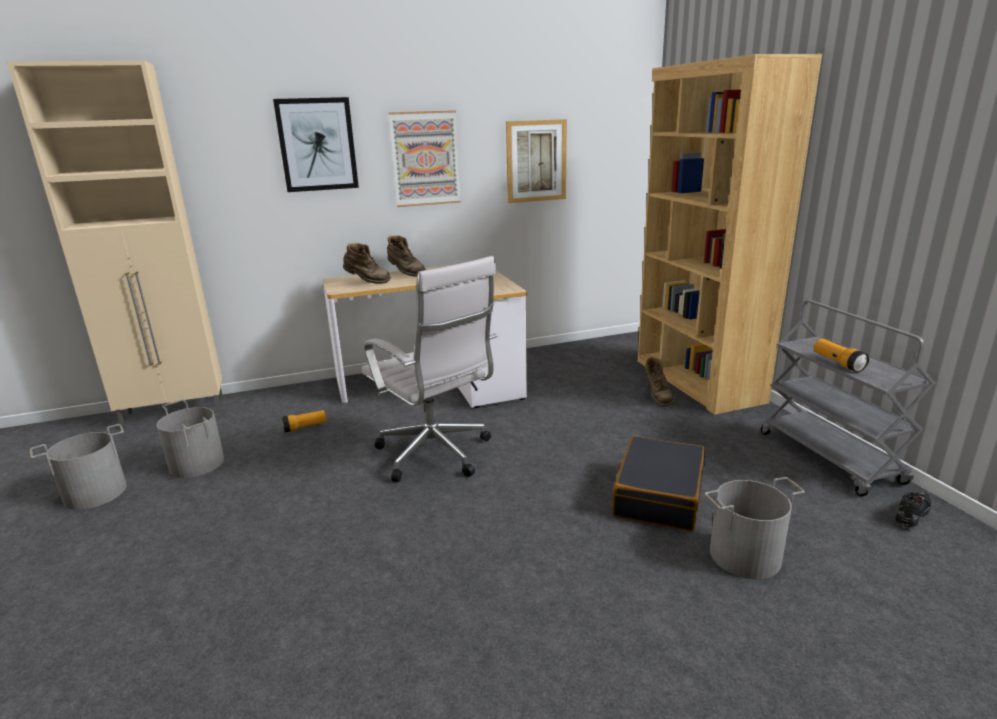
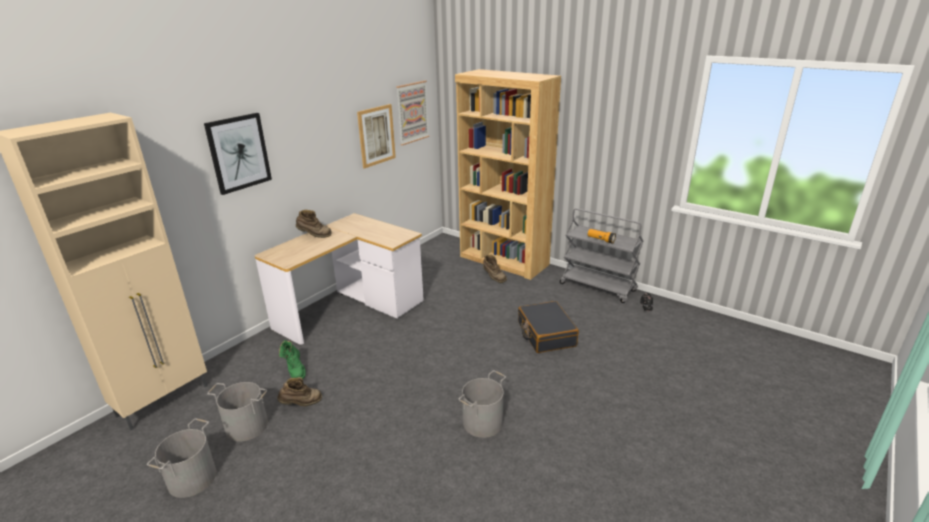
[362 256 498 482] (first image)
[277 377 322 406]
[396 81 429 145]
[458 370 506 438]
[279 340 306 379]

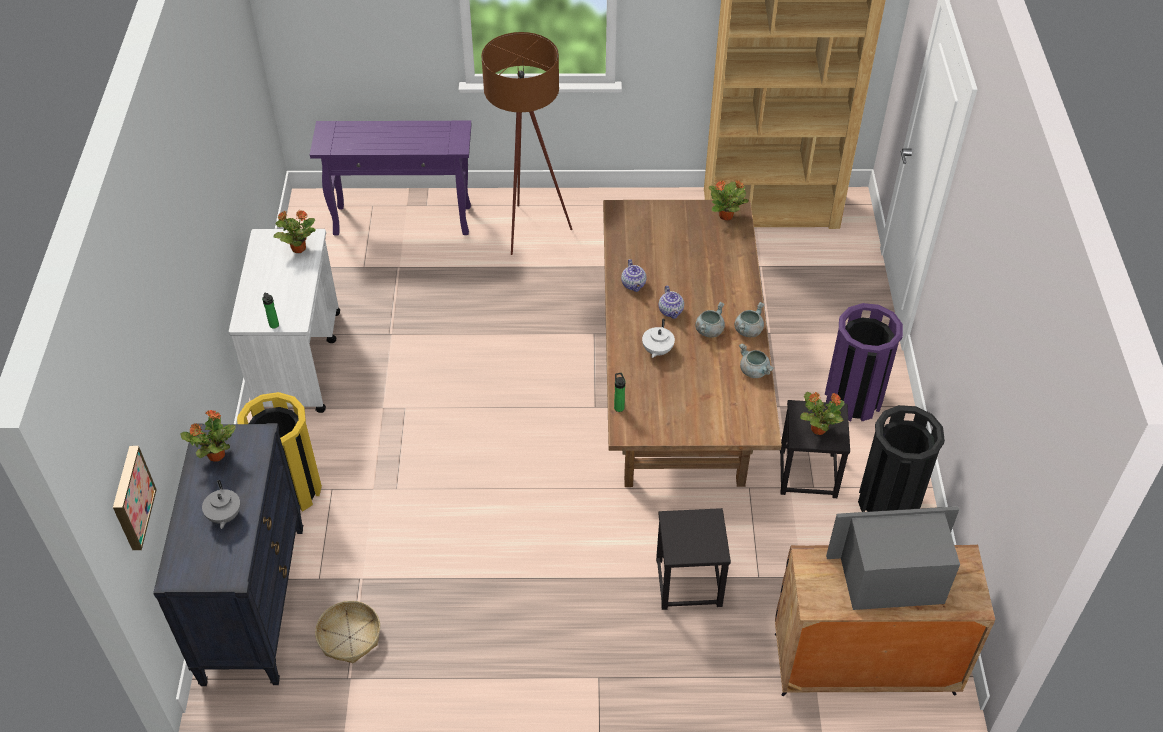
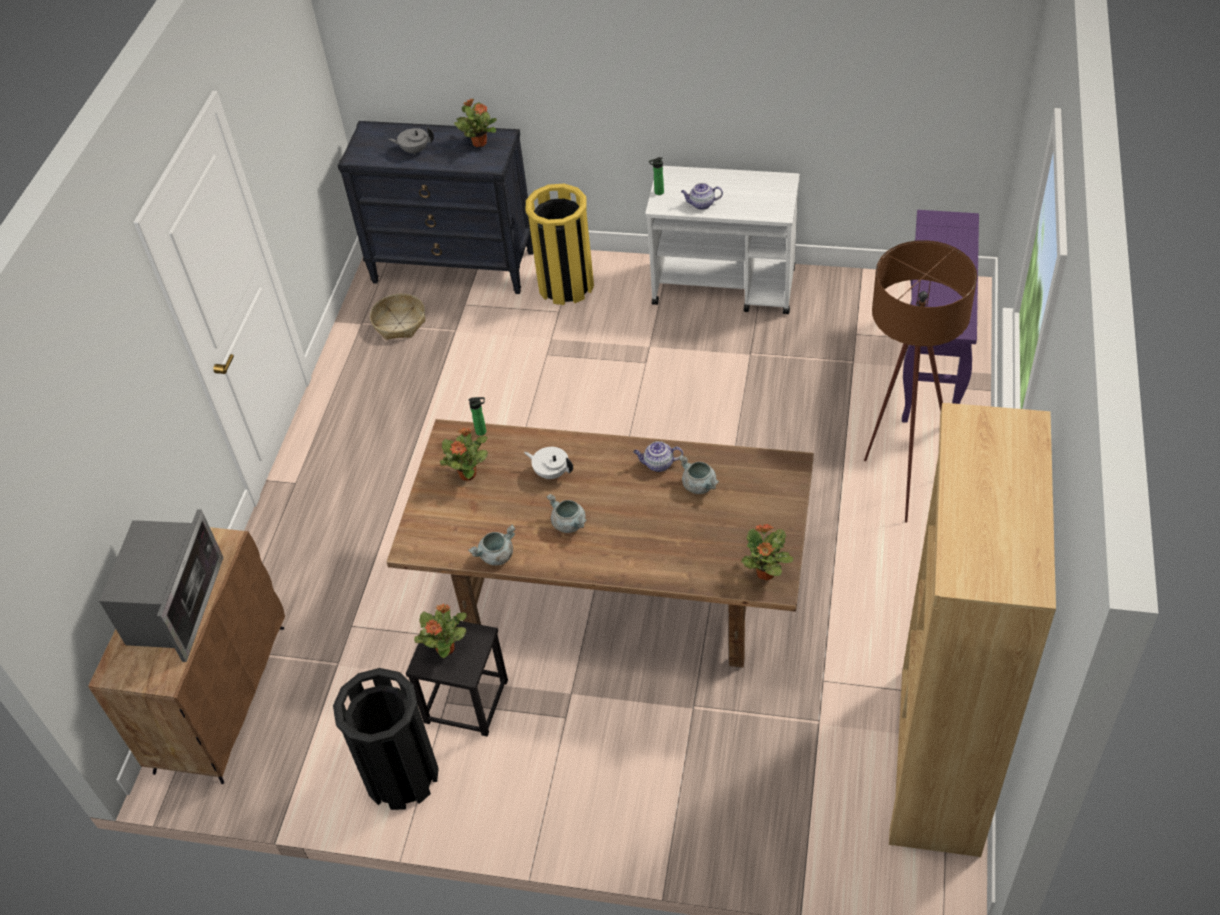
[113 446 157 550] (first image)
[656 508 731 610] (first image)
[825 303 903 421] (first image)
[440 428 488 481]
[681 183 723 210]
[679 455 719 494]

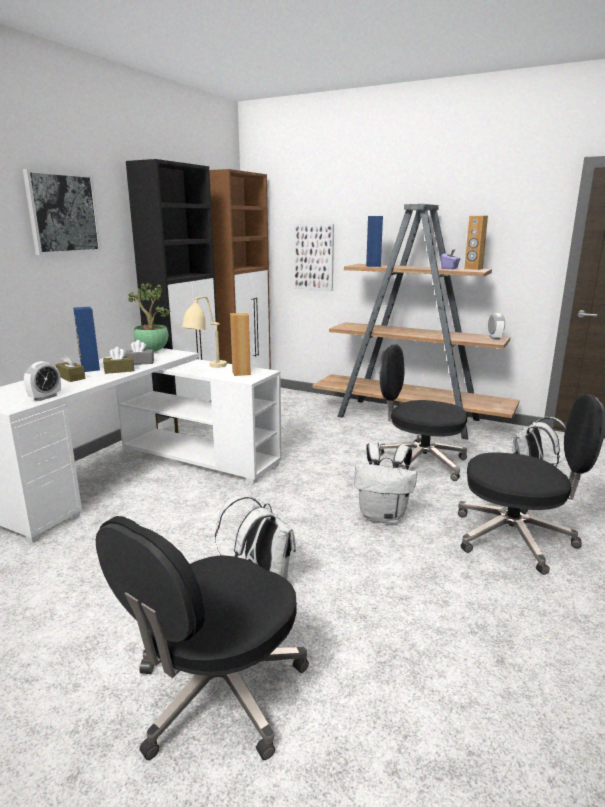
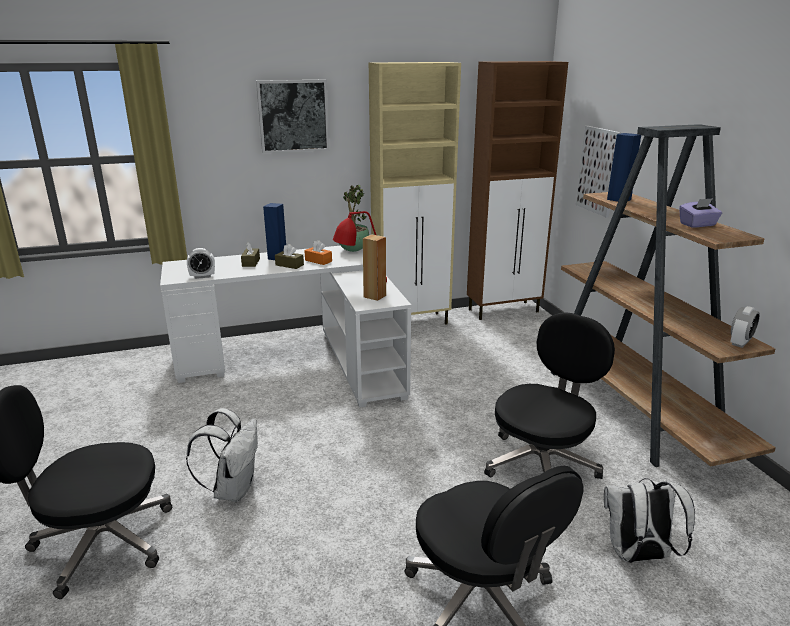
[354 442 417 524] (first image)
[464 216 488 270] (first image)
[304 240 332 265]
[369 62 461 324]
[333 211 387 282]
[484 312 615 479]

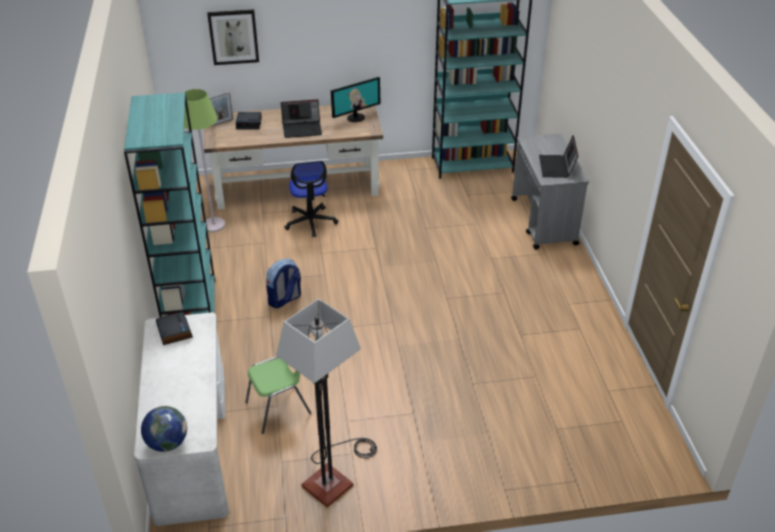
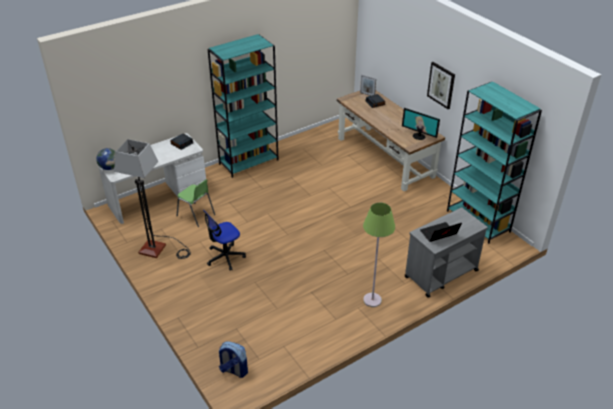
[281 99 322 138] (first image)
[363 202 395 307]
[427 62 455 109]
[219 341 248 378]
[203 210 246 270]

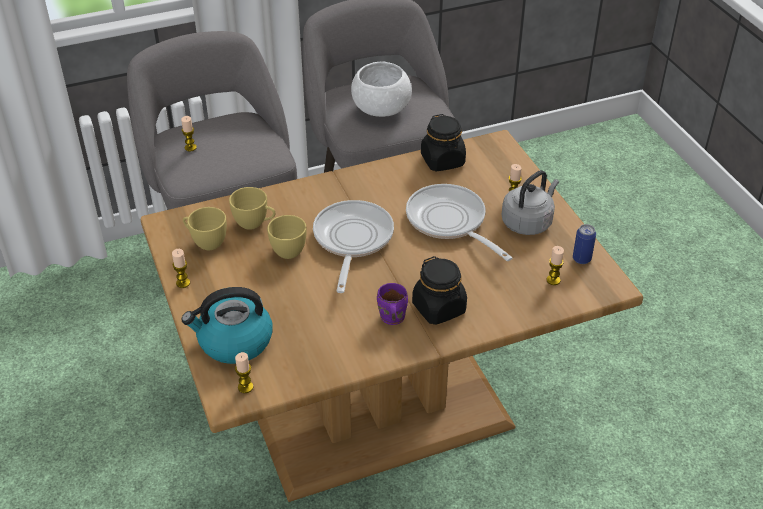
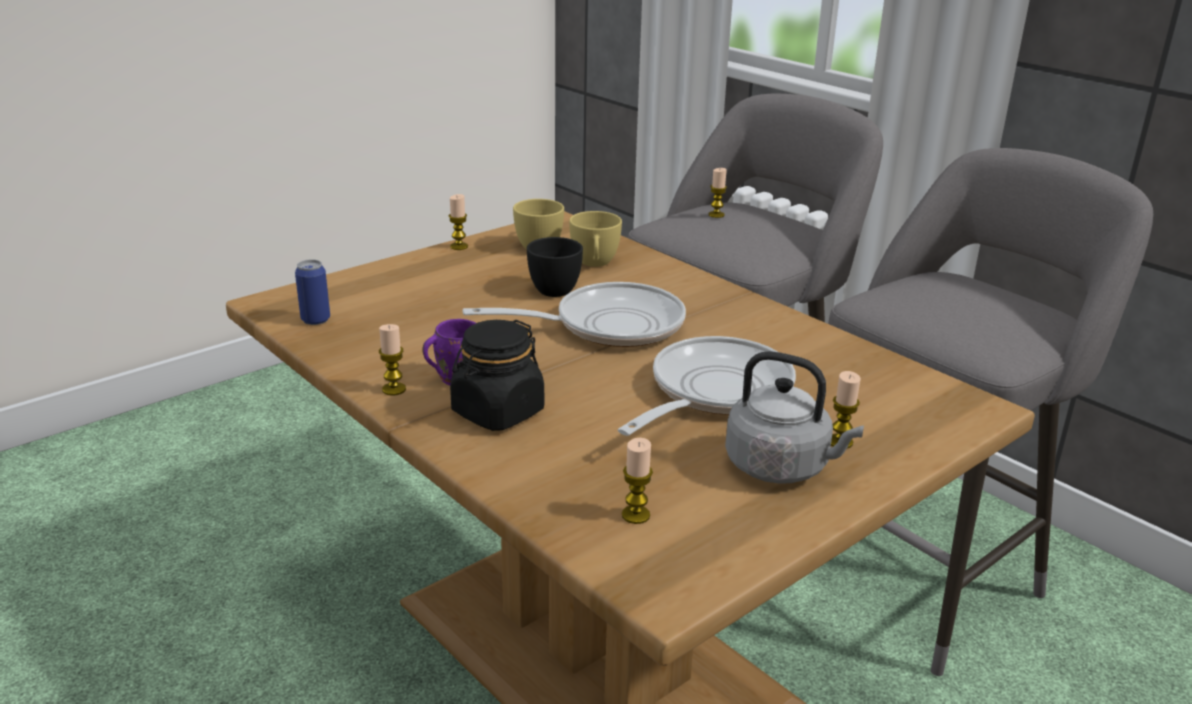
[181 287 272 364] (first image)
[351 61 412 117] (first image)
[421 114 466 171] (first image)
[379 324 406 396]
[295 259 330 325]
[527 237 583 297]

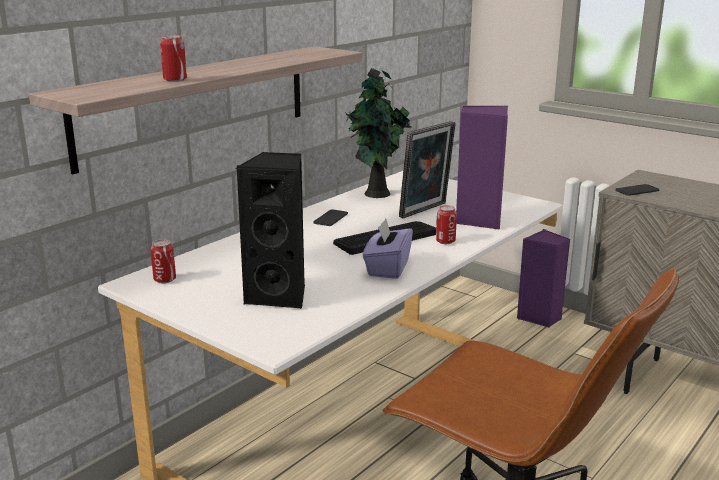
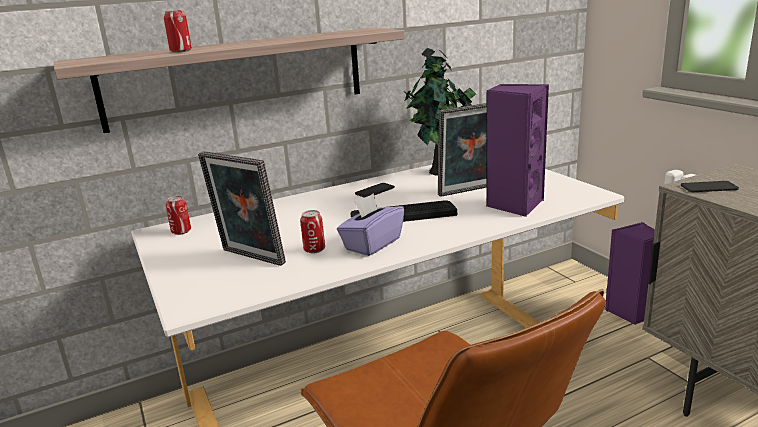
[300 210 325 253]
[198 151 286 266]

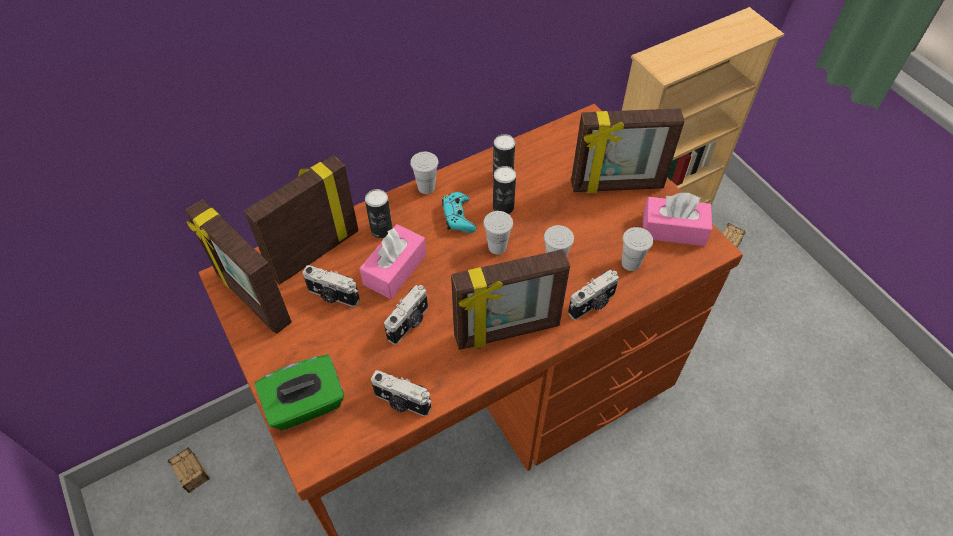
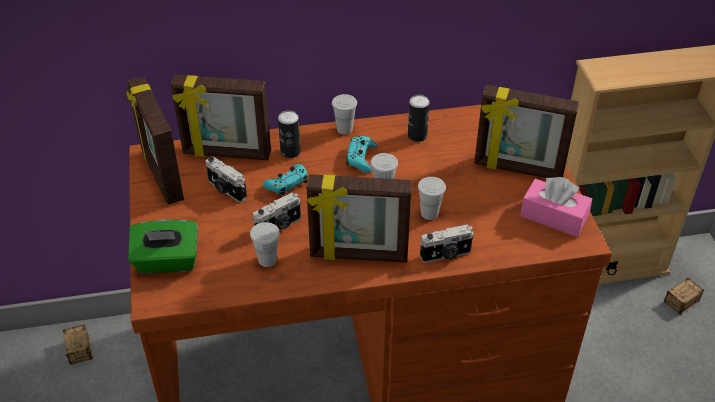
[371 370 431 416] (first image)
[493 166 516 214] (first image)
[250 222 280 267]
[263 164 308 196]
[171 75 271 160]

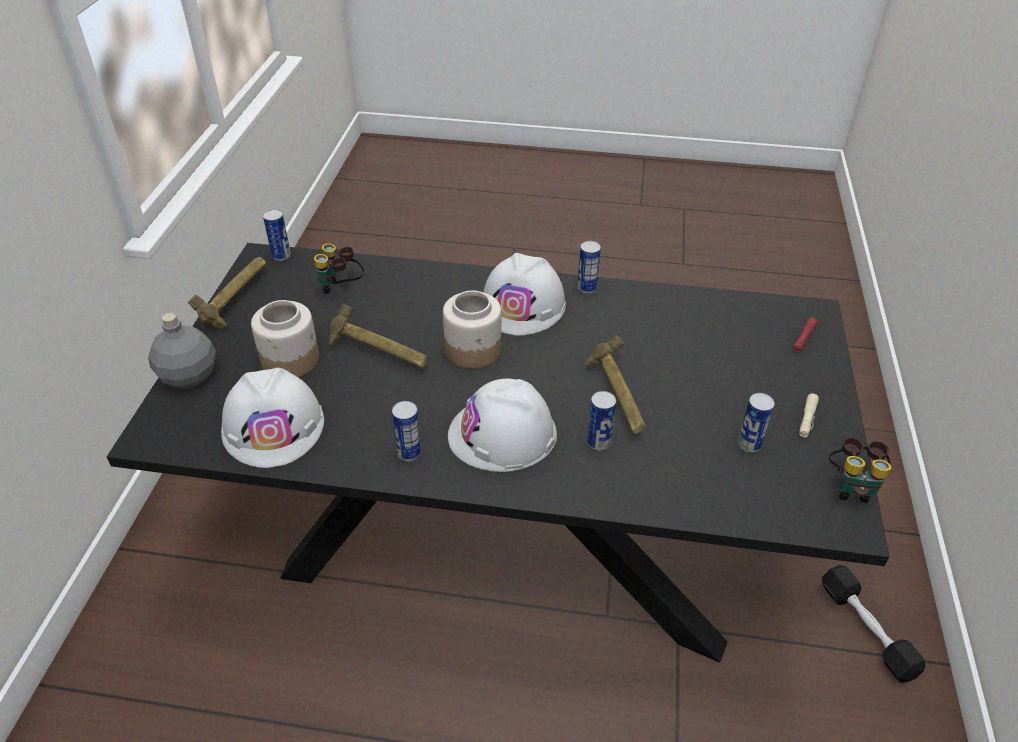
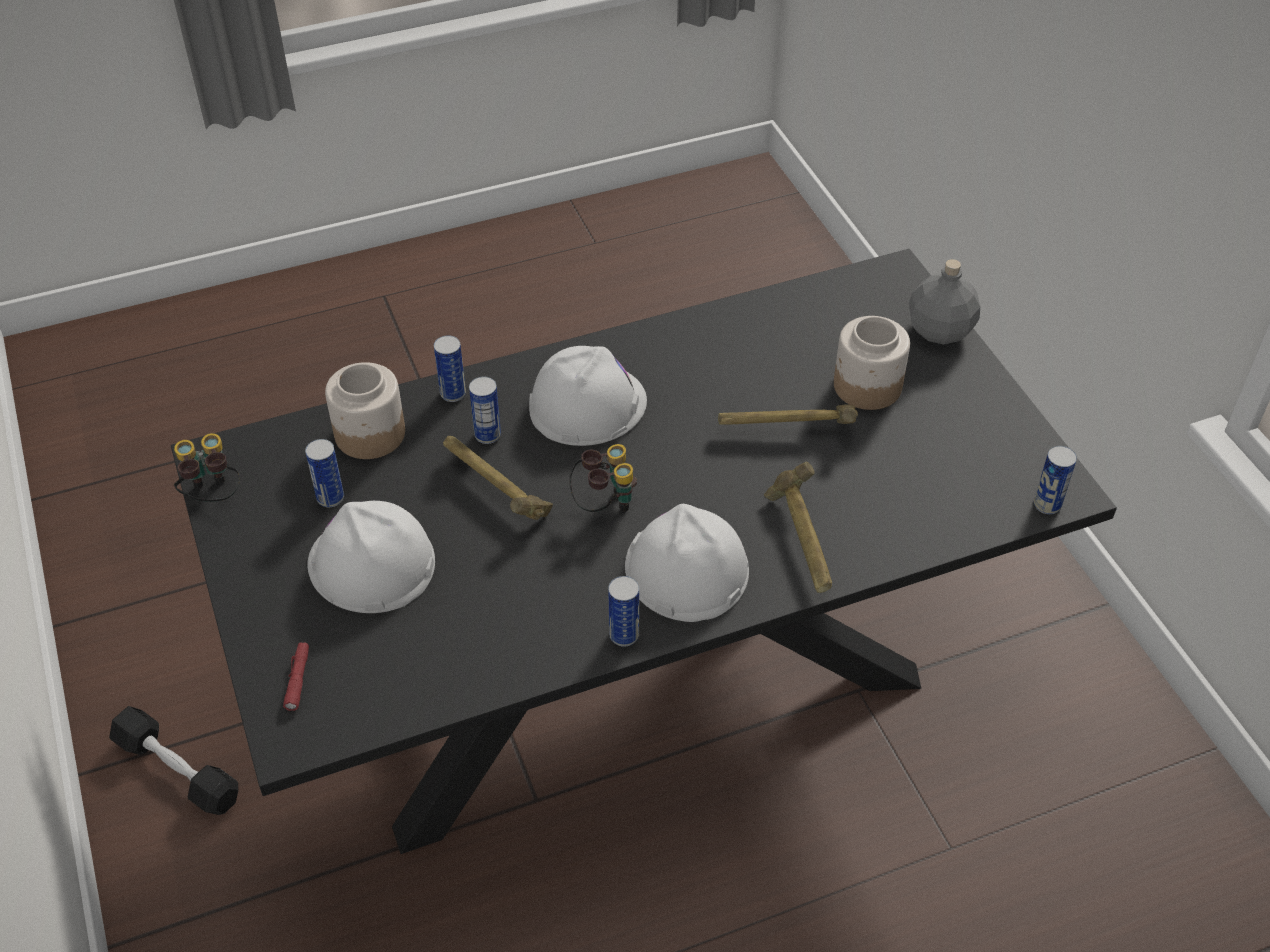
[799 393 819 438] (first image)
[764 461 832 593]
[308 501 435 613]
[569 444 637 512]
[434 335 466 402]
[325 362 405 459]

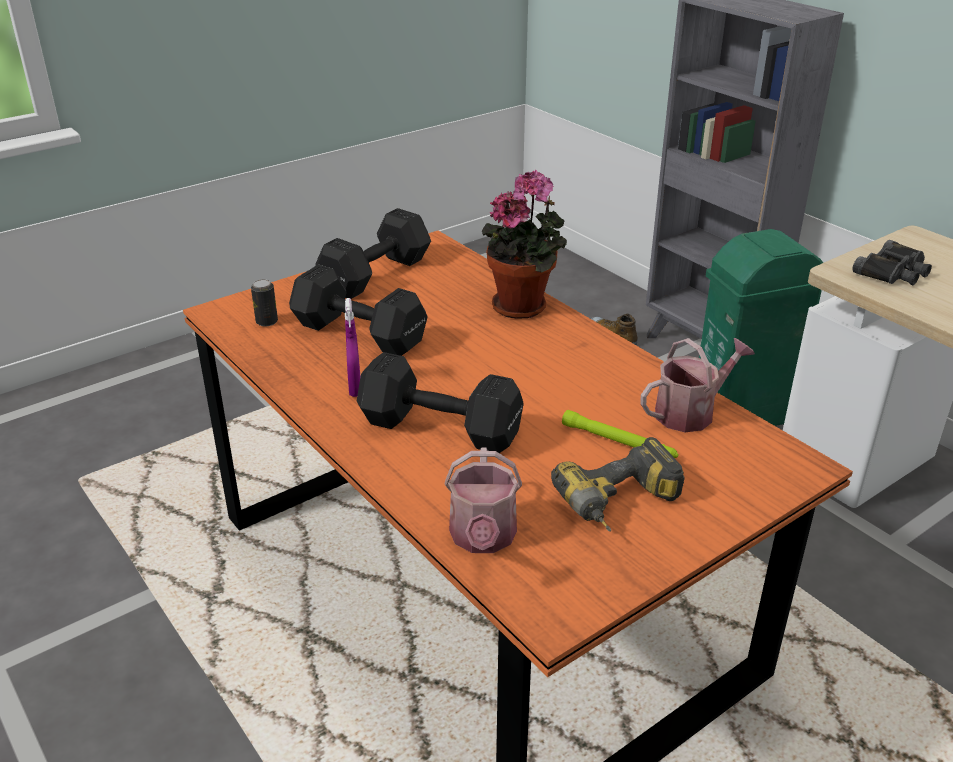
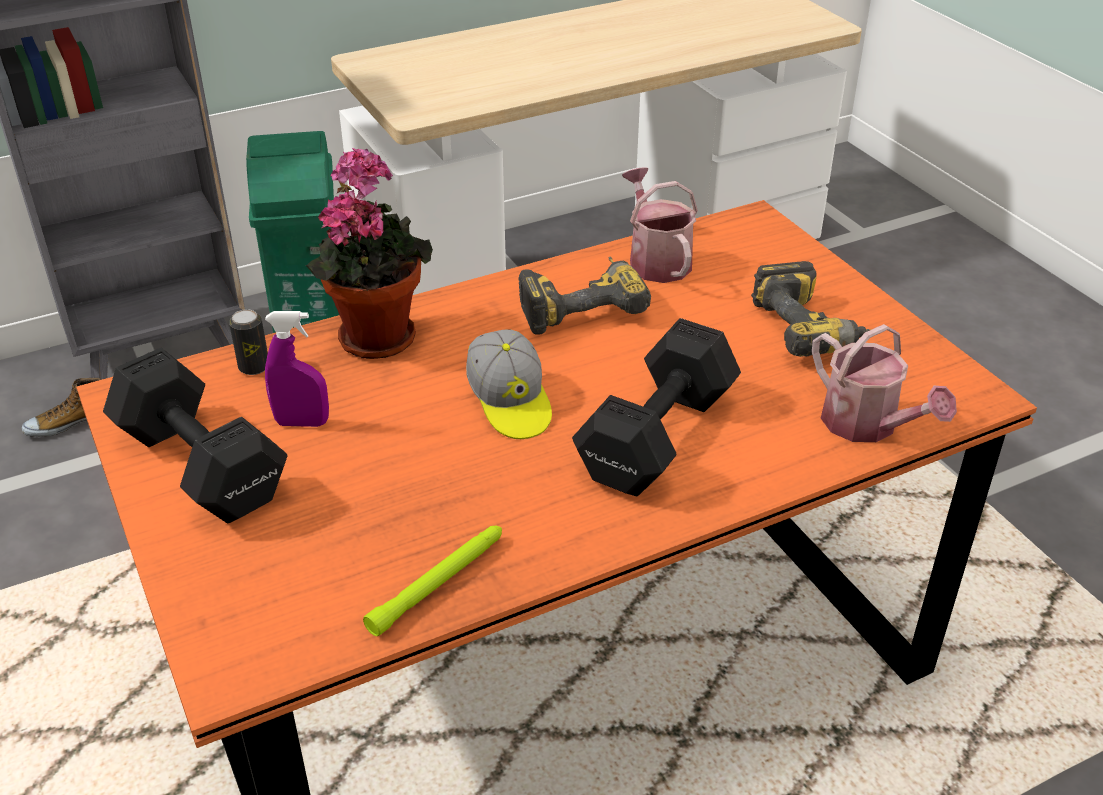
[289 265 428 356] (first image)
[852 240 932 285] (first image)
[466 329 552 439]
[519 256 651 335]
[229 309 268 375]
[265 311 329 427]
[363 526 502 636]
[812 324 957 442]

